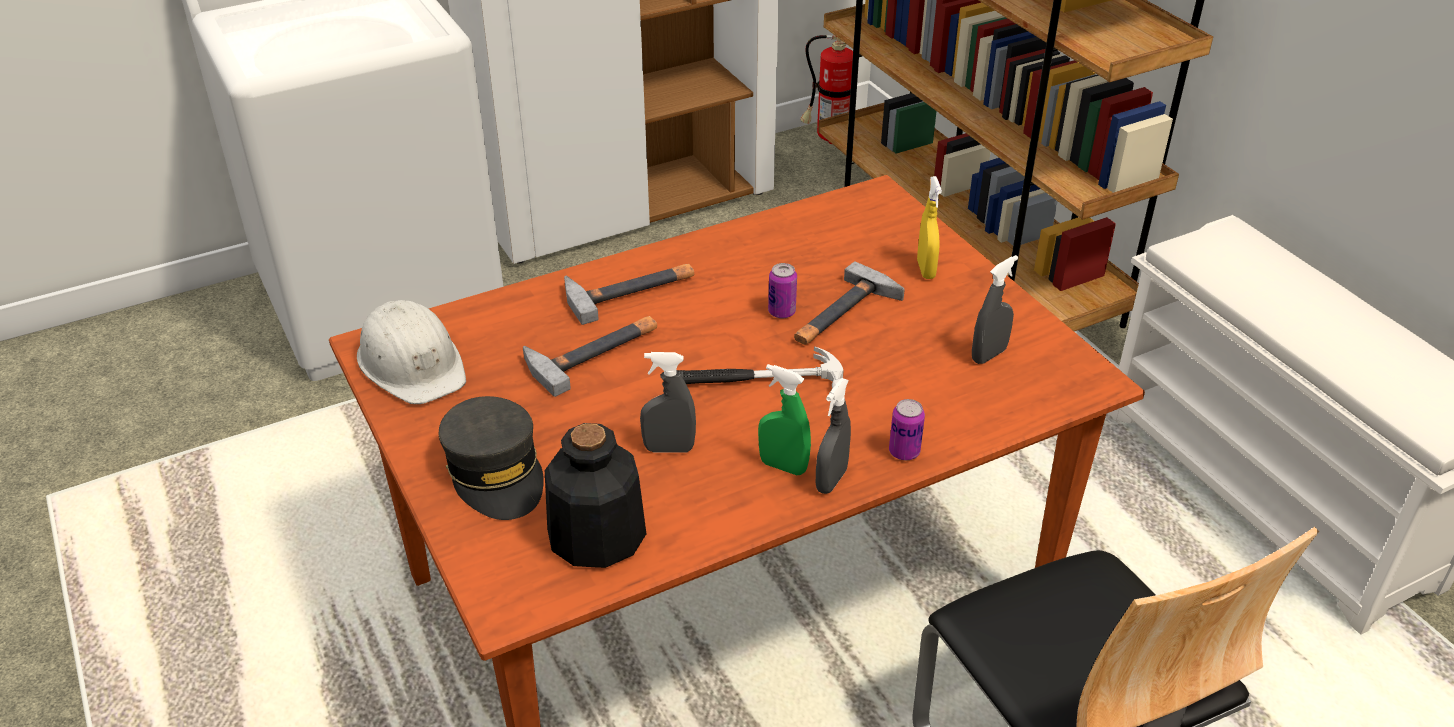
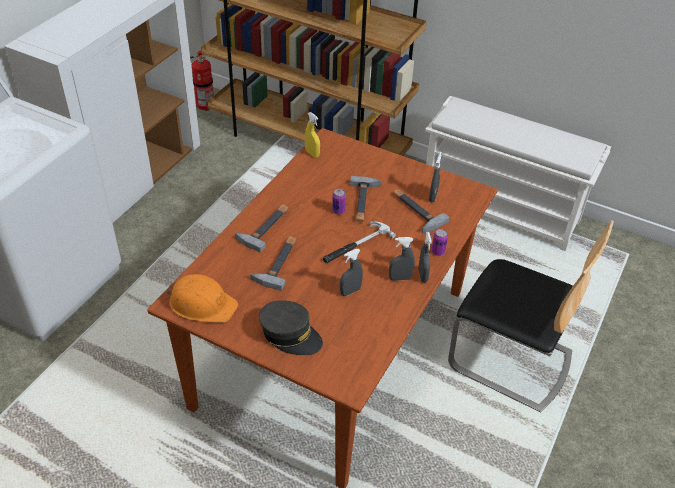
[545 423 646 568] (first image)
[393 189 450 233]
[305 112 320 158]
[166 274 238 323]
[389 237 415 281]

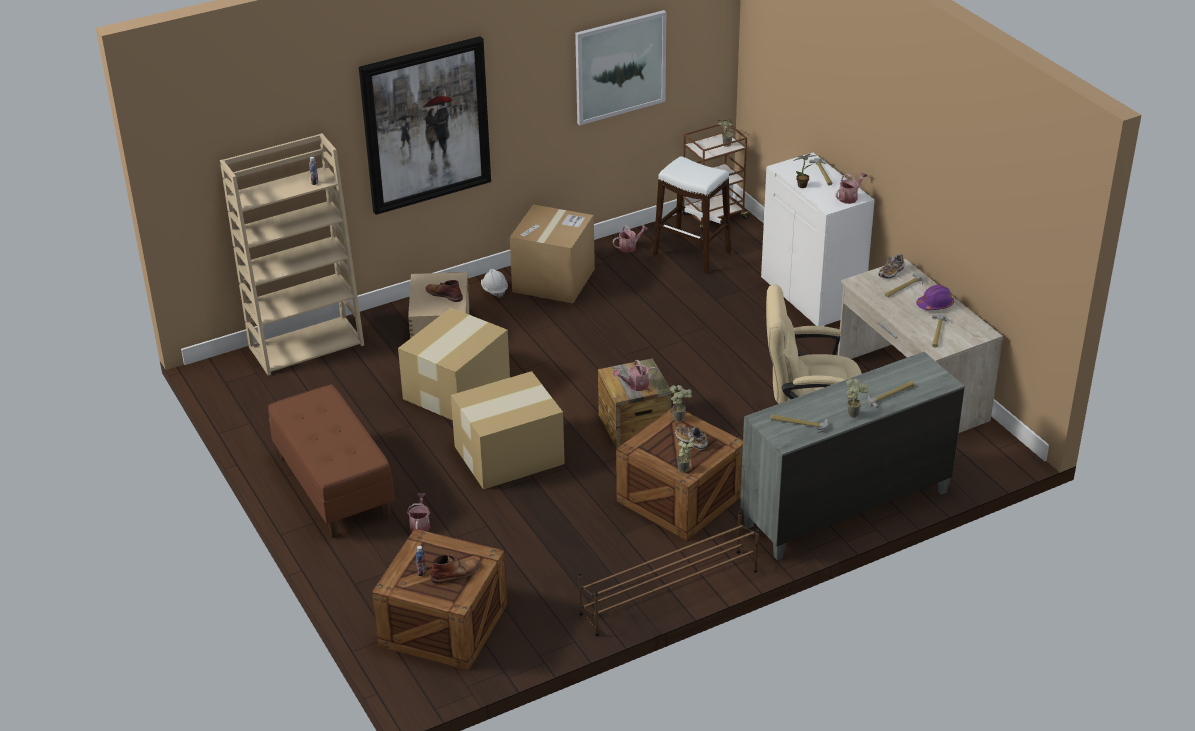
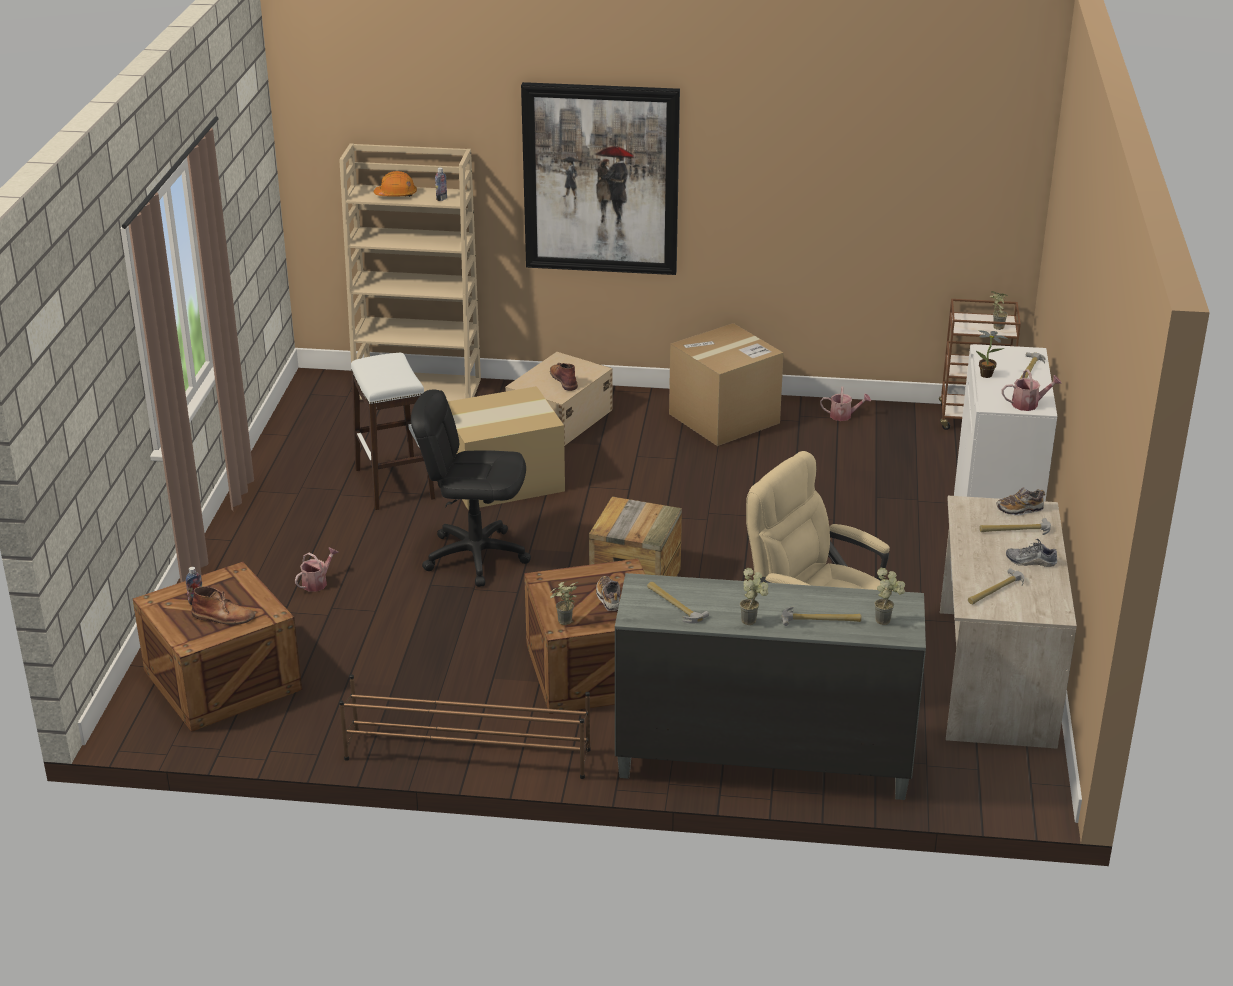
[268 384 395 538] (first image)
[481 269 508 298] (first image)
[575 10 666 125] (first image)
[613 360 657 391] (first image)
[374 171 417 197]
[351 353 435 510]
[875 568 905 625]
[411 389 531 587]
[1006 539 1057 567]

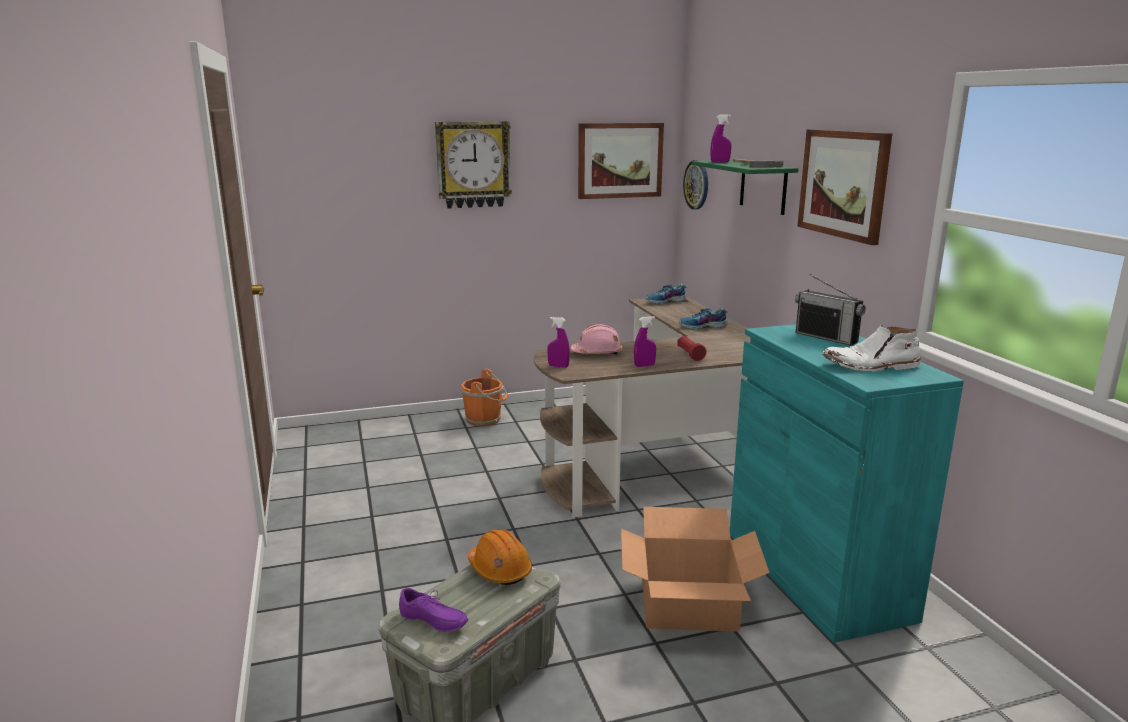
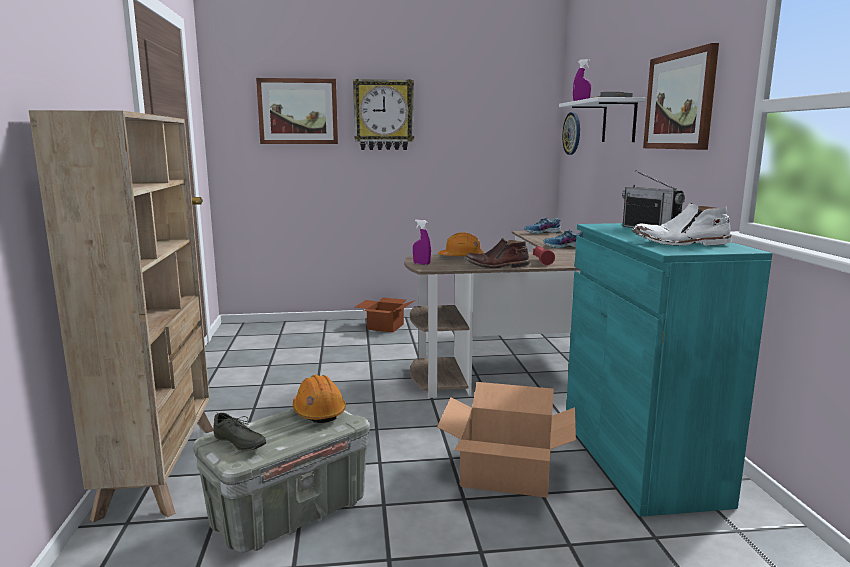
[29 110 213 523]
[256 78 338 144]
[355 297 415 332]
[464 238 530 268]
[213 412 266 451]
[438 232 484 256]
[559 97 645 142]

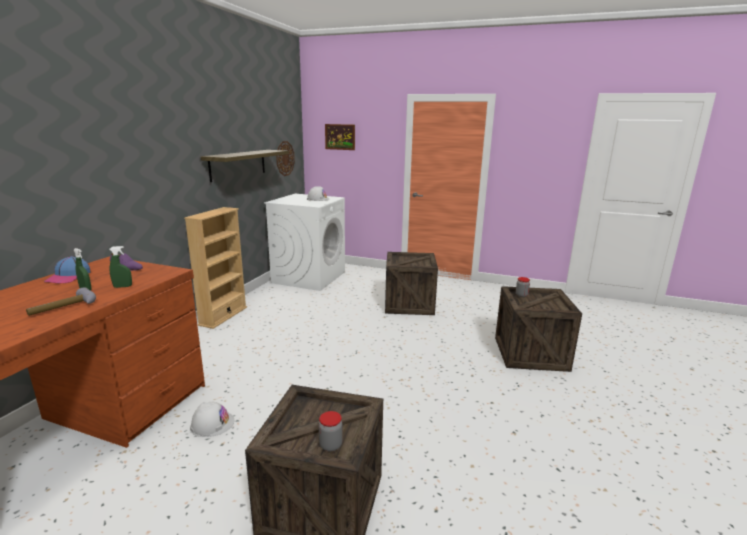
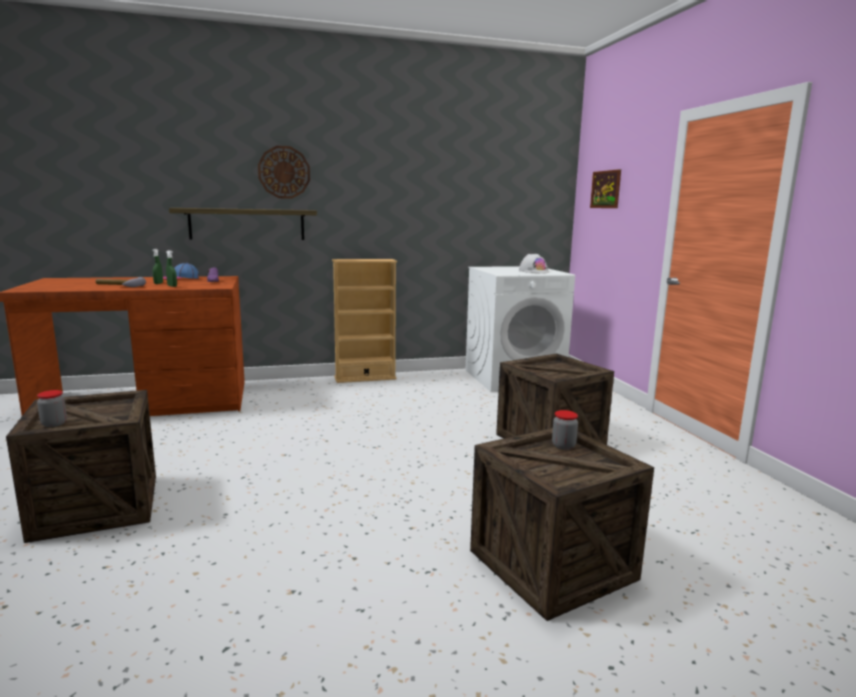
[190 402 235 437] (first image)
[169 208 317 240]
[258 146 310 199]

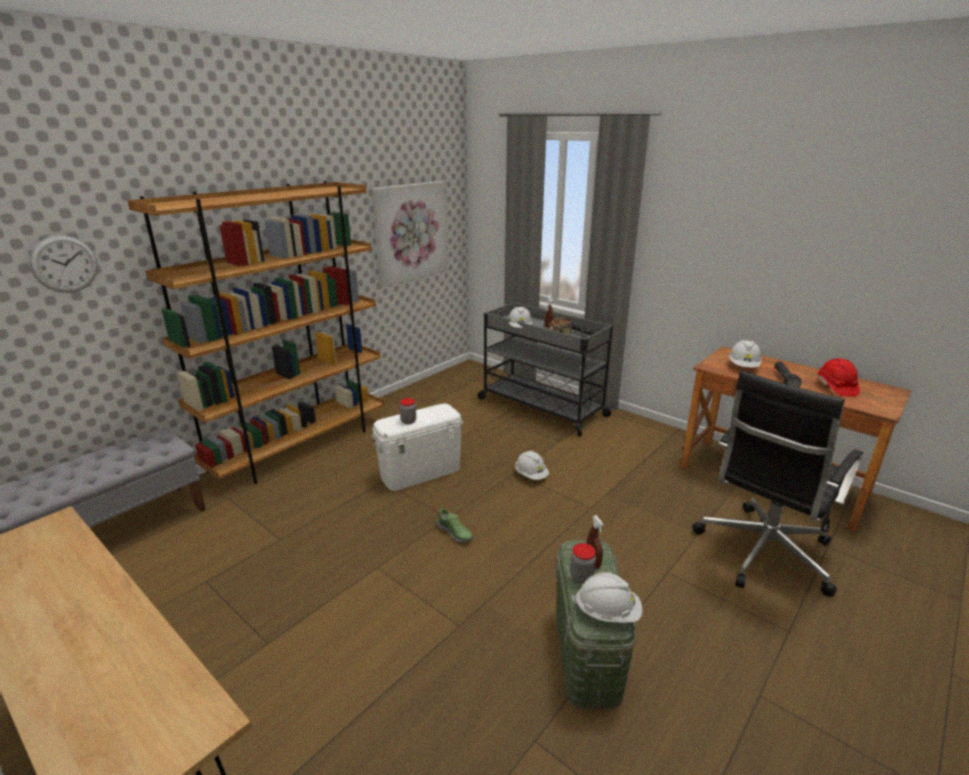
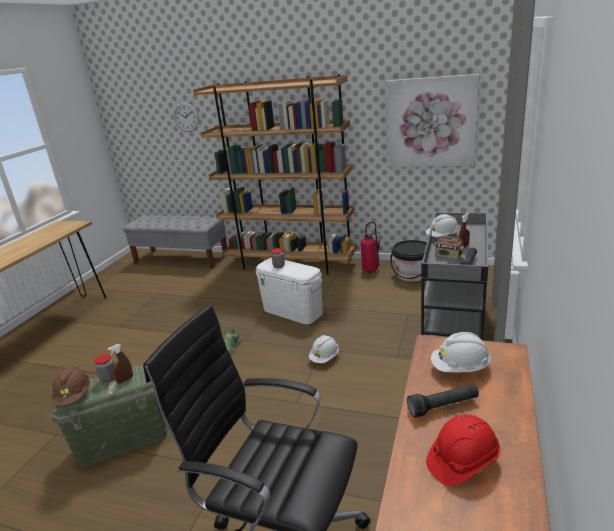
[360 222 380 273]
[390 240 427 282]
[52 367 90 405]

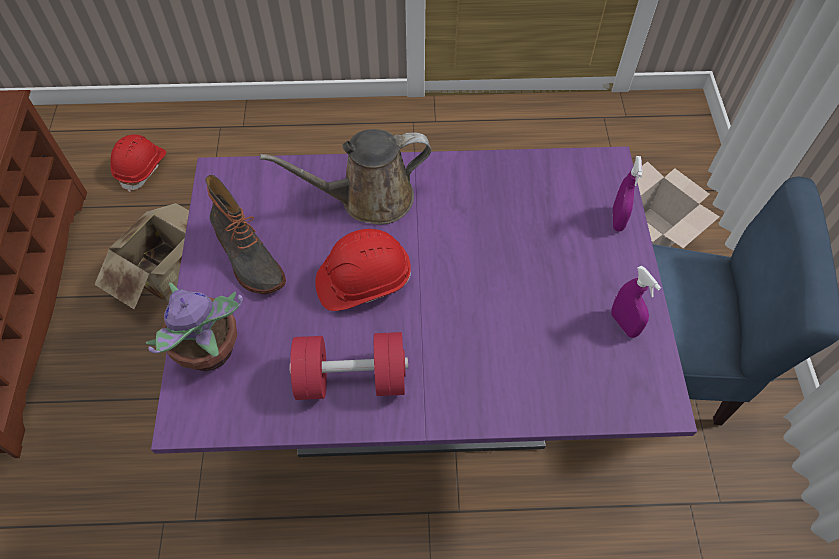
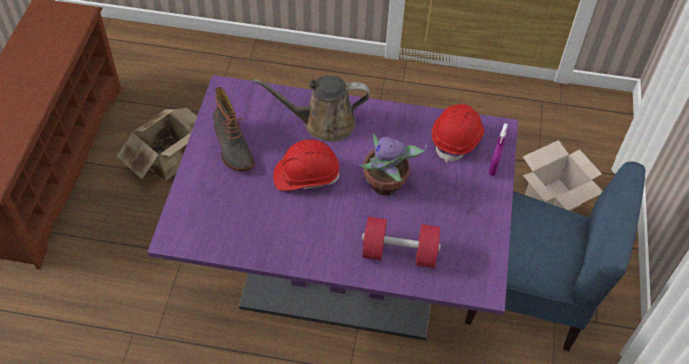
[611 266 661 338] (first image)
[432 104 484 163]
[360 134 428 195]
[362 217 441 268]

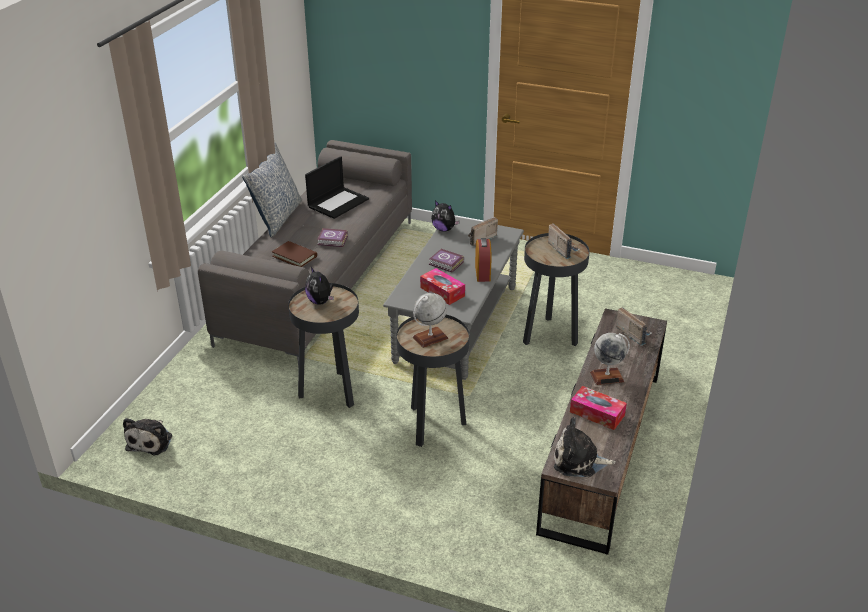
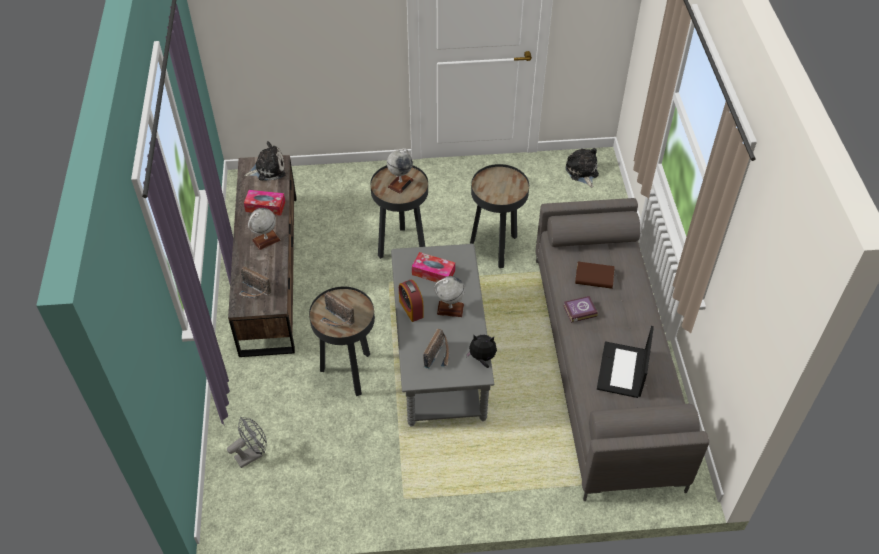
[242 142 302 237] (first image)
[305 267 334 305] (first image)
[227 417 267 468]
[434 276 465 317]

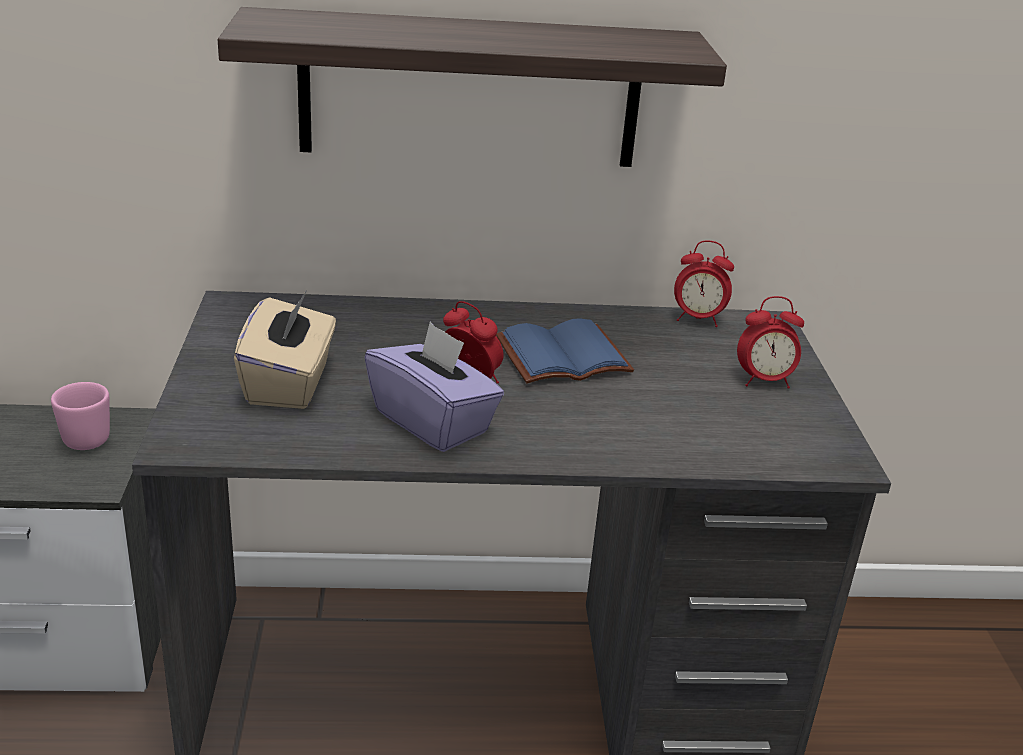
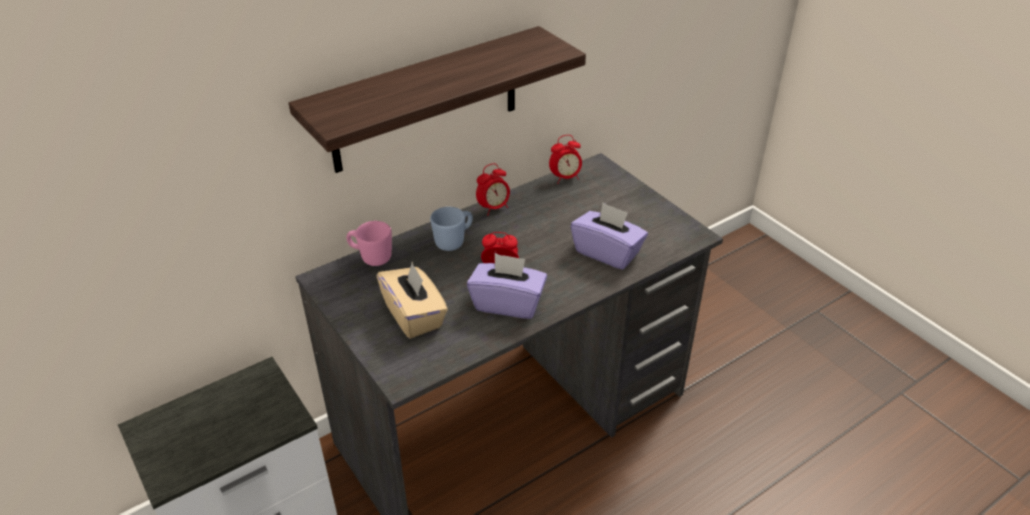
[496 318 634 384] (first image)
[430 207 473 251]
[571 202 648 270]
[346 221 392 266]
[476 163 510 215]

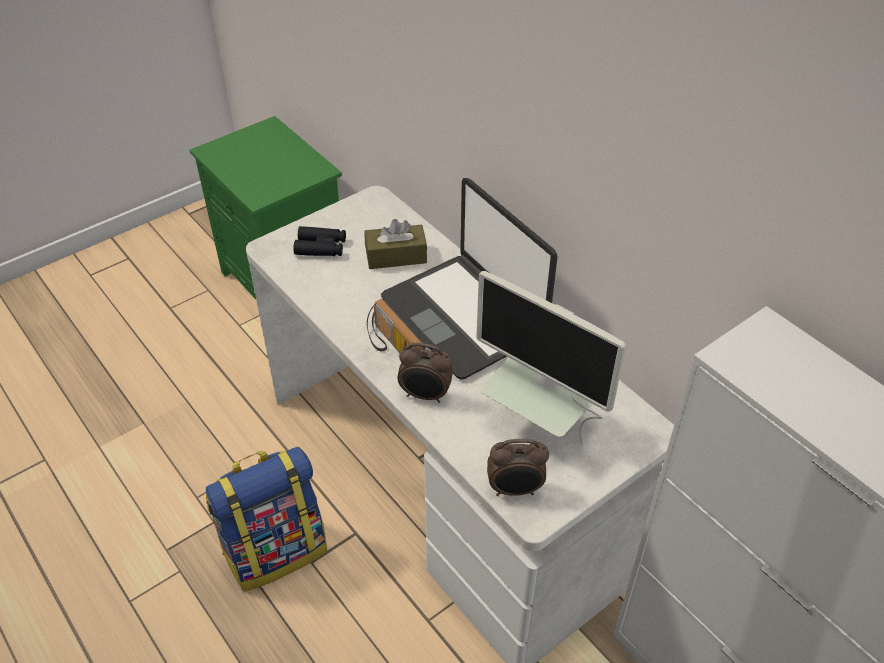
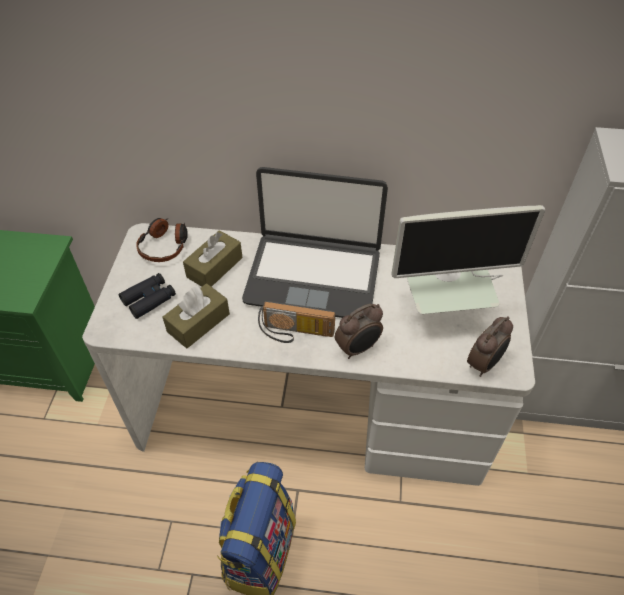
[136 218 188 262]
[162 283 230 348]

